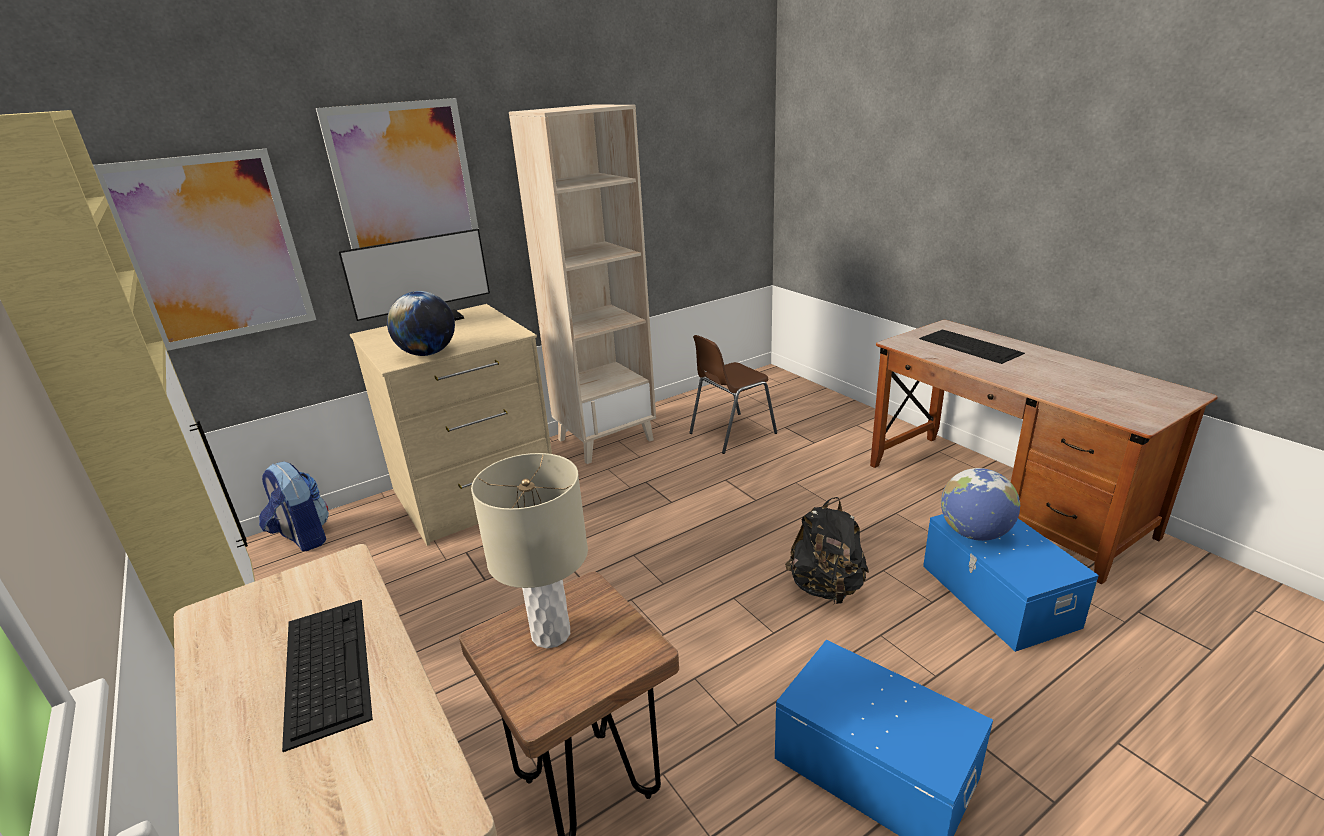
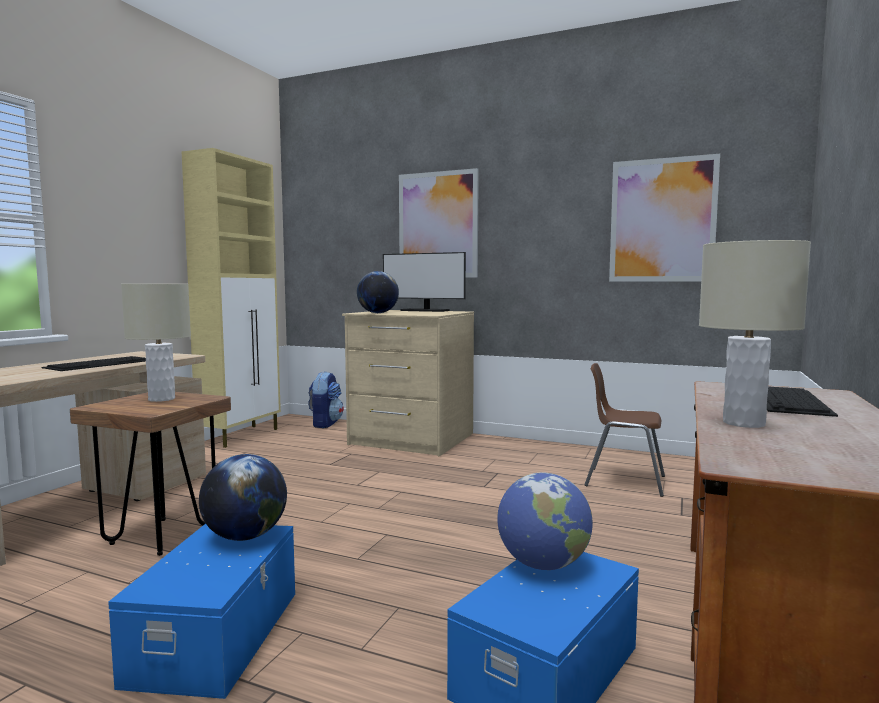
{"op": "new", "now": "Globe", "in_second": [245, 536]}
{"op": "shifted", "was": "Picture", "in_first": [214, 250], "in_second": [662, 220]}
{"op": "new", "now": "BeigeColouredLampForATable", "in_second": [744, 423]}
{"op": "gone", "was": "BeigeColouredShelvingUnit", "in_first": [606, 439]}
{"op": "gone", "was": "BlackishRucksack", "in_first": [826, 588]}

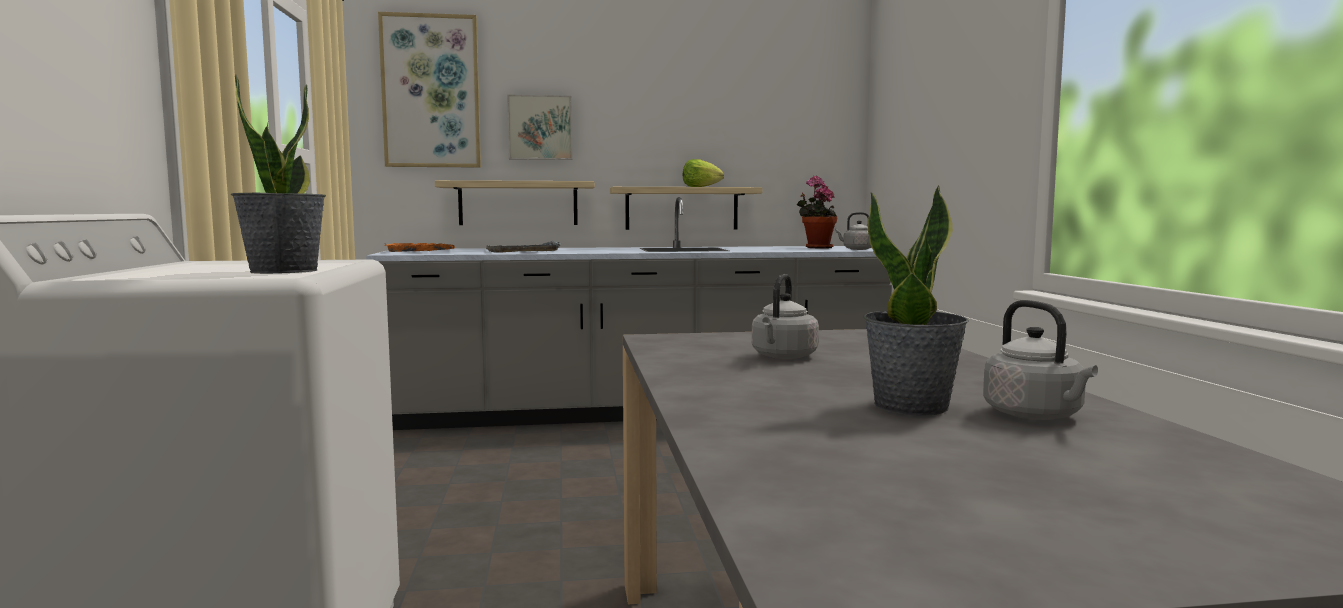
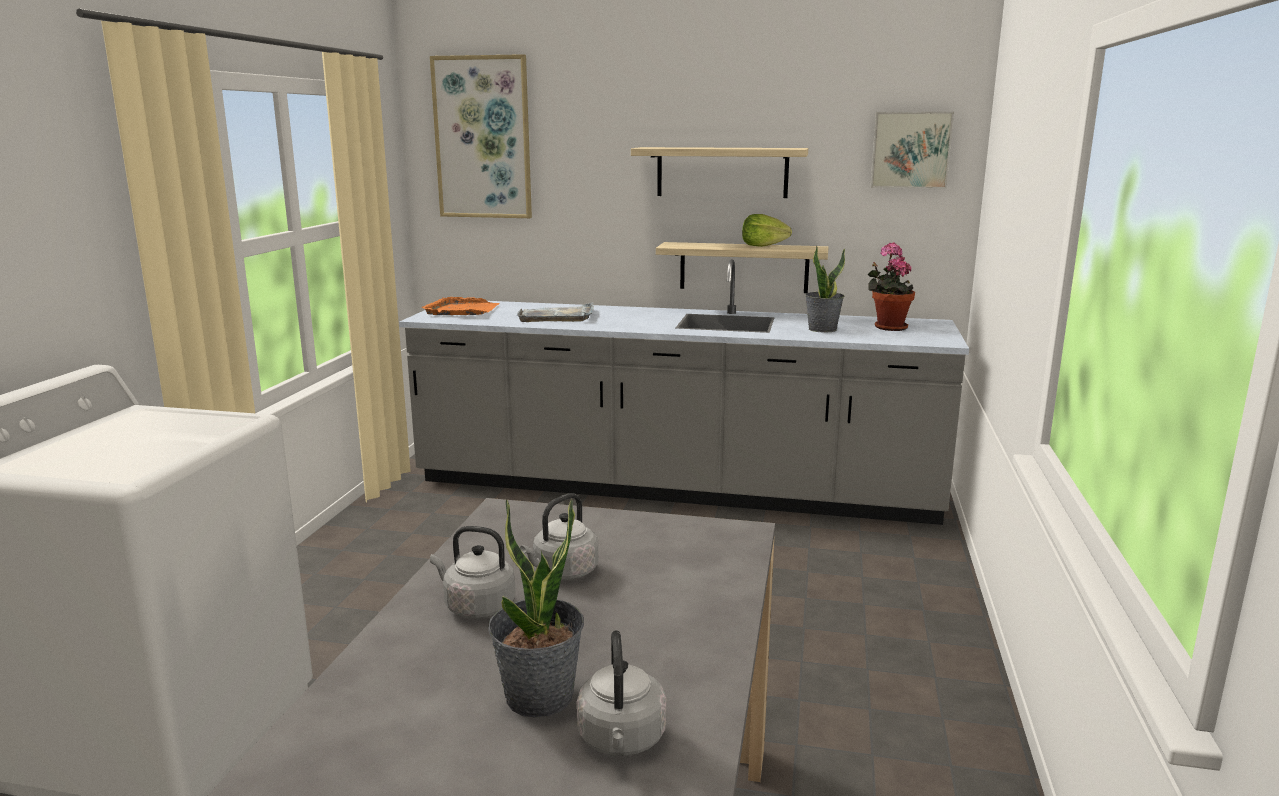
{"op": "shifted", "was": "GreyKettle", "in_first": [856, 249], "in_second": [476, 607]}
{"op": "shifted", "was": "BracketShelf", "in_first": [518, 203], "in_second": [722, 172]}
{"op": "shifted", "was": "PottedPlant", "in_first": [283, 271], "in_second": [822, 329]}
{"op": "shifted", "was": "Picture", "in_first": [540, 128], "in_second": [910, 150]}

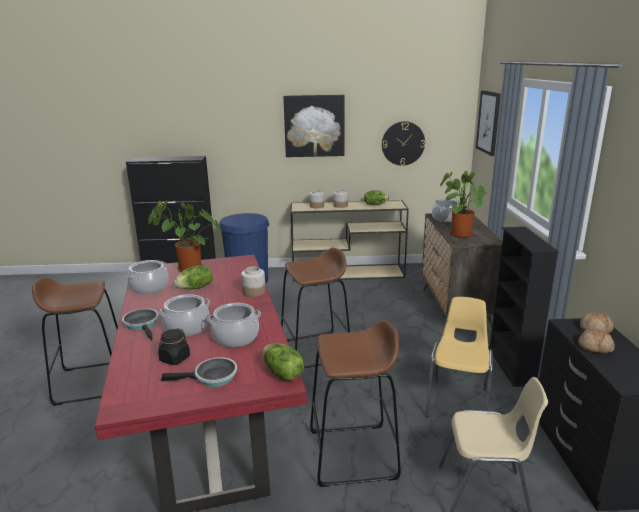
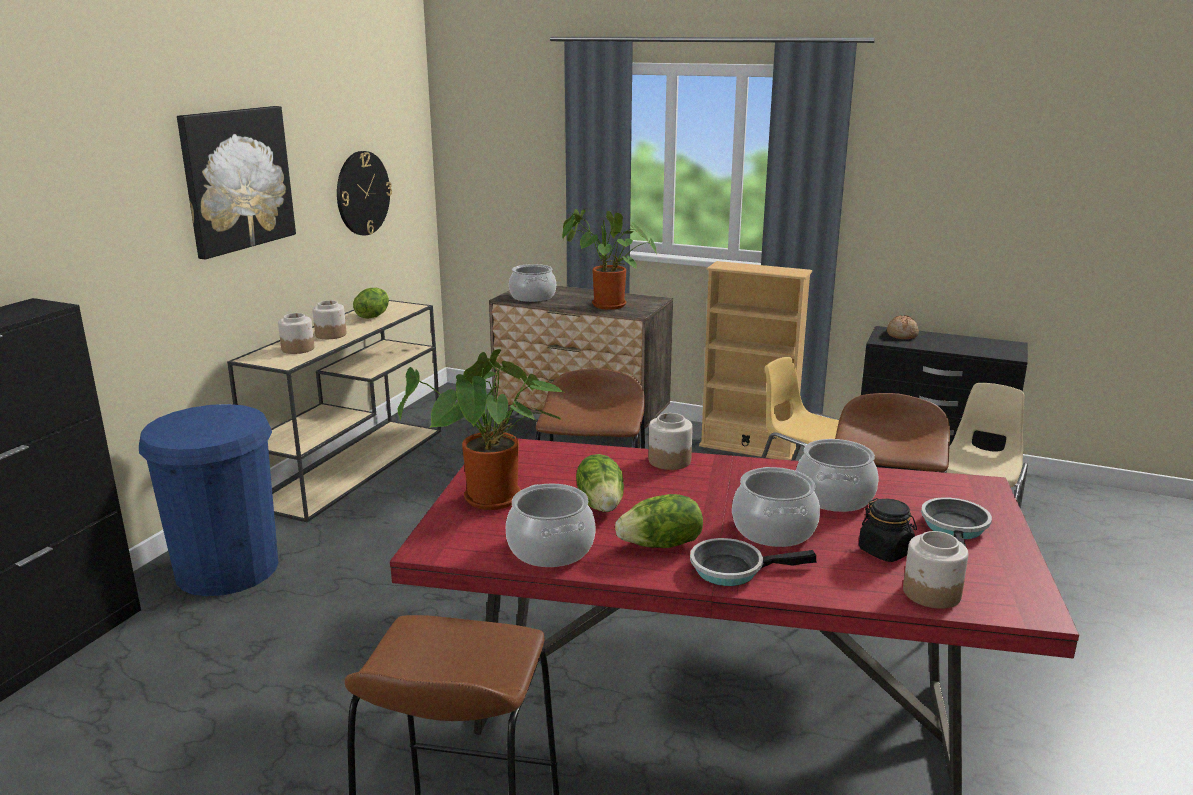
{"op": "shifted", "was": "Lettuce", "in_first": [282, 374], "in_second": [661, 545]}
{"op": "repainted", "was": "BlackishShelvingUnit", "now": "BeigeColouredShelvingUnit", "in_first": [511, 366], "in_second": [748, 448]}
{"op": "new", "now": "Jar", "in_second": [931, 593]}
{"op": "gone", "was": "Picture", "in_first": [488, 122]}
{"op": "gone", "was": "BakeryBread", "in_first": [595, 347]}

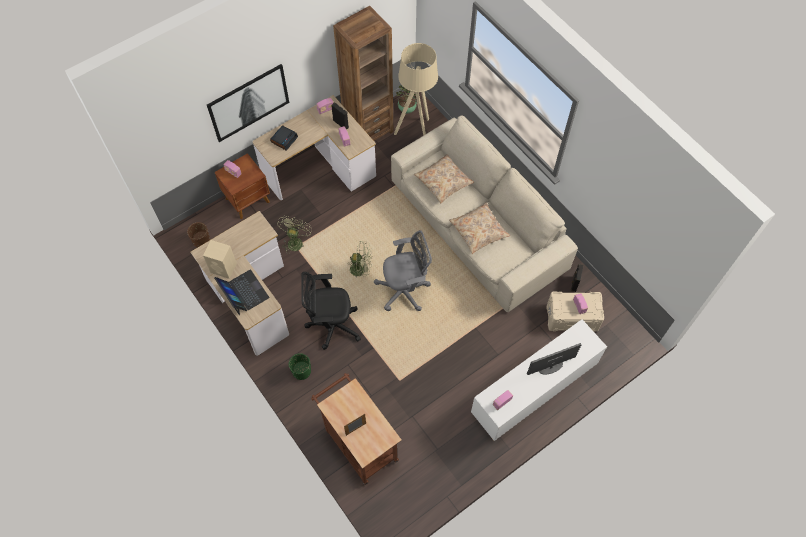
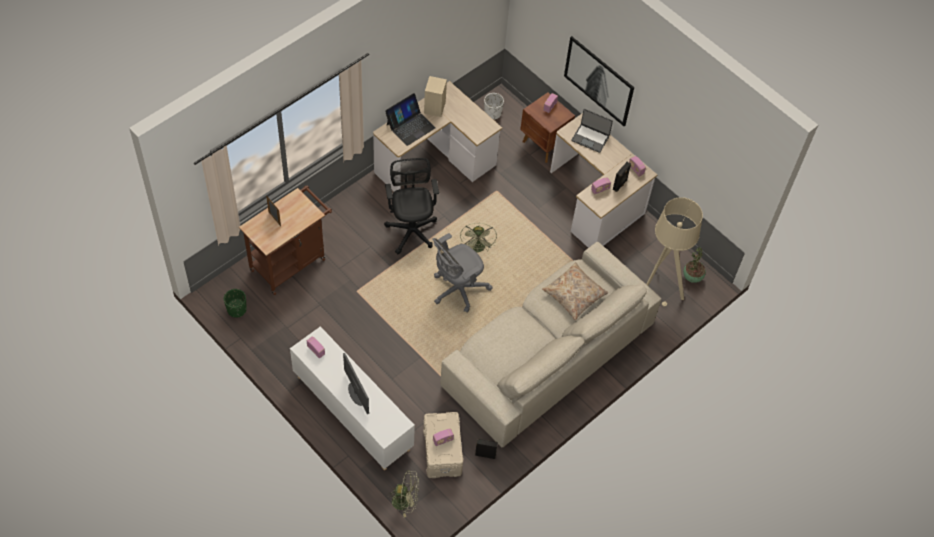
{"op": "shifted", "was": "GreenColouredPlantPot", "in_first": [301, 371], "in_second": [236, 309]}
{"op": "shifted", "was": "GreenColouredFan", "in_first": [295, 241], "in_second": [405, 501]}
{"op": "rotated", "was": "GreyOfficeChair", "in_first": [405, 290], "in_second": [457, 290], "clockwise": 75}
{"op": "repainted", "was": "BrownPlantPot", "now": "WhitePlantPot", "in_first": [201, 241], "in_second": [492, 113]}
{"op": "swapped", "was": "TableClock", "now": "PortableComputer", "in_first": [284, 139], "in_second": [590, 138]}
{"op": "gone", "was": "BrownShelvingUnit", "in_first": [368, 130]}
{"op": "gone", "was": "BeigeColouredCushion", "in_first": [478, 231]}

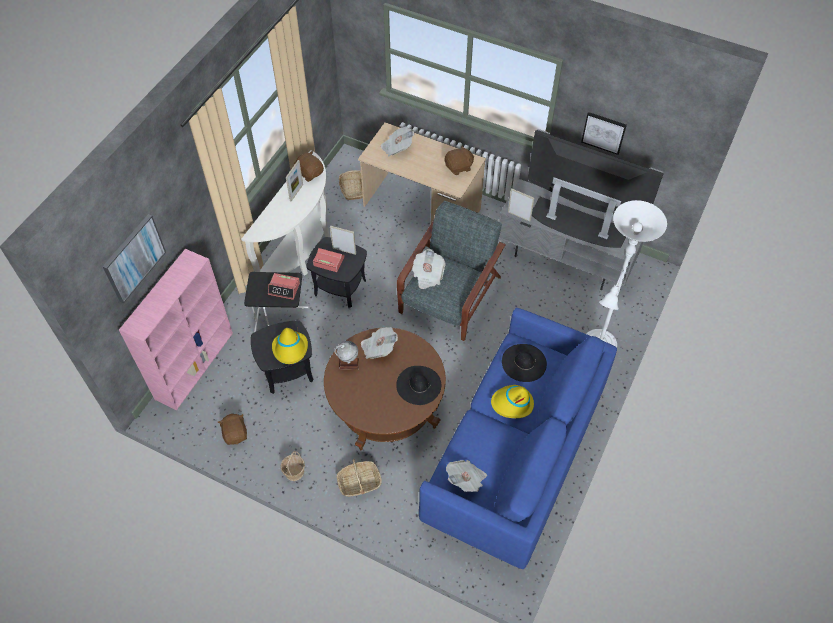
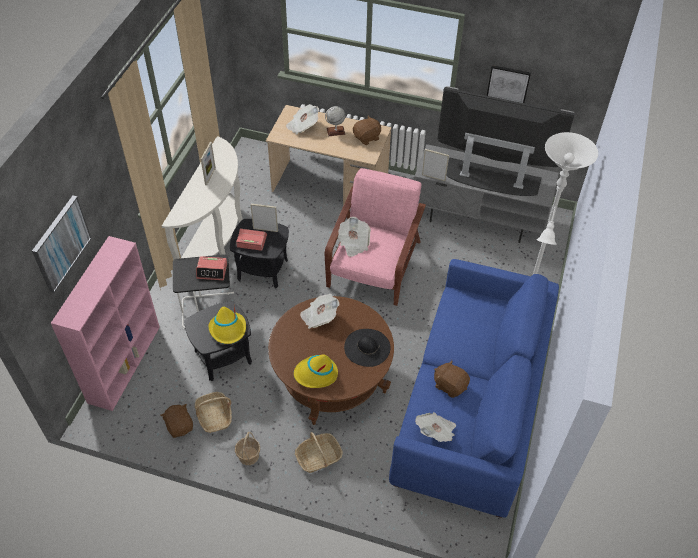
{"op": "shifted", "was": "StorageBasket", "in_first": [353, 189], "in_second": [214, 416]}
{"op": "shifted", "was": "YellowishWearableHat", "in_first": [512, 404], "in_second": [316, 374]}
{"op": "shifted", "was": "Globe", "in_first": [348, 363], "in_second": [335, 131]}
{"op": "repainted", "was": "GreyEasyChair", "now": "PinkEasyChair", "in_first": [449, 296], "in_second": [373, 266]}
{"op": "shifted", "was": "BrownSoftToy", "in_first": [310, 173], "in_second": [450, 385]}
{"op": "gone", "was": "BlackishWearableHat", "in_first": [524, 363]}

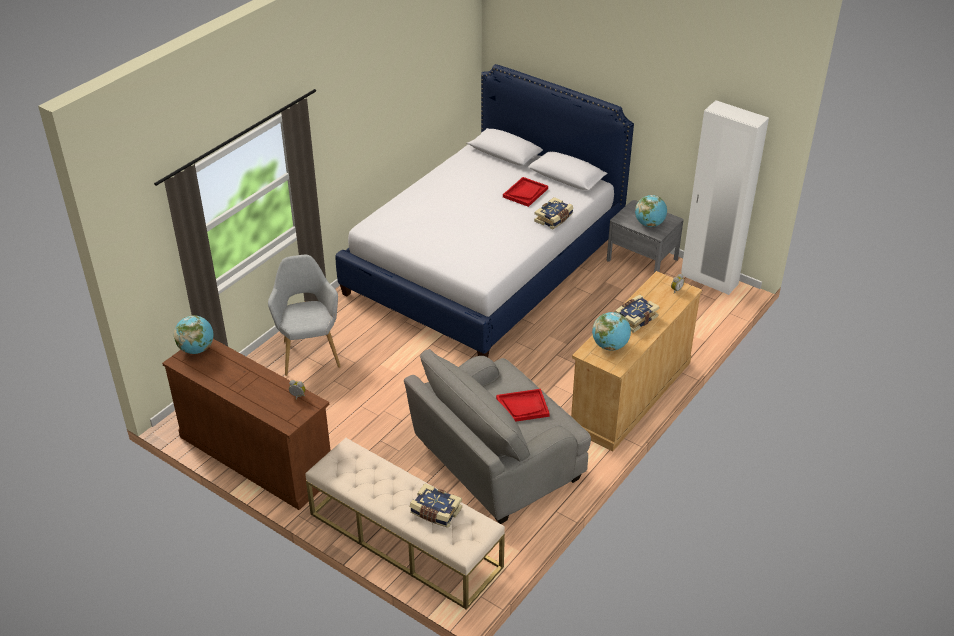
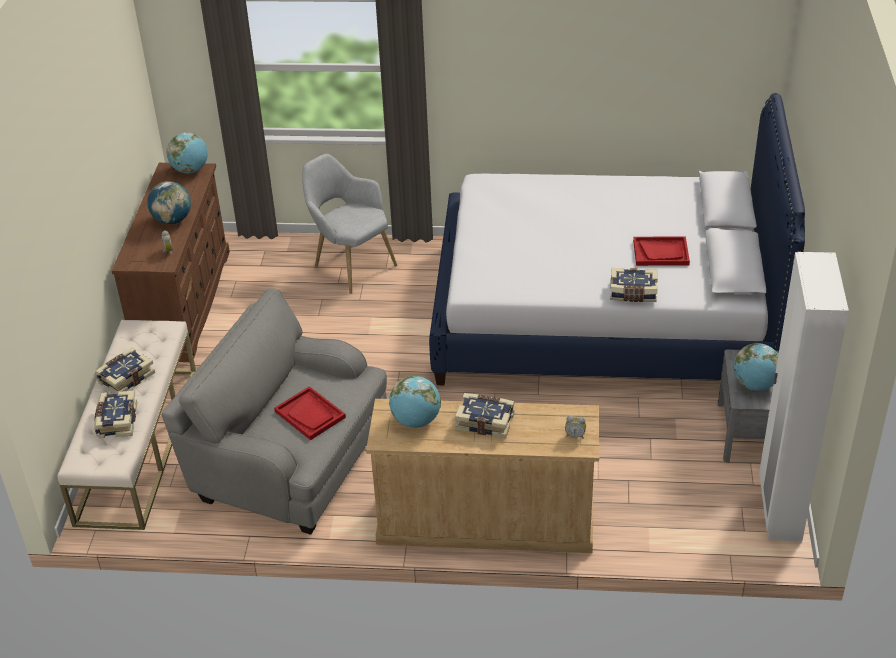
{"op": "new", "now": "BoundBook", "in_second": [125, 378]}
{"op": "new", "now": "Globe", "in_second": [172, 220]}
{"op": "rotated", "was": "GreyEasyChair", "in_first": [309, 351], "in_second": [350, 265], "clockwise": -90}

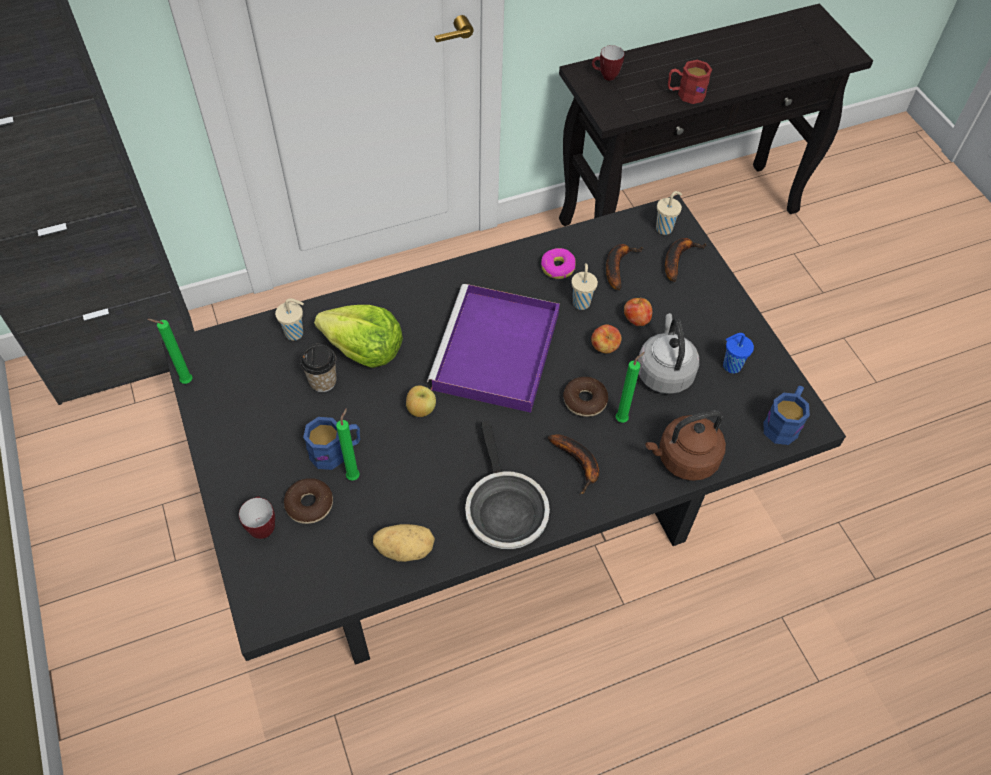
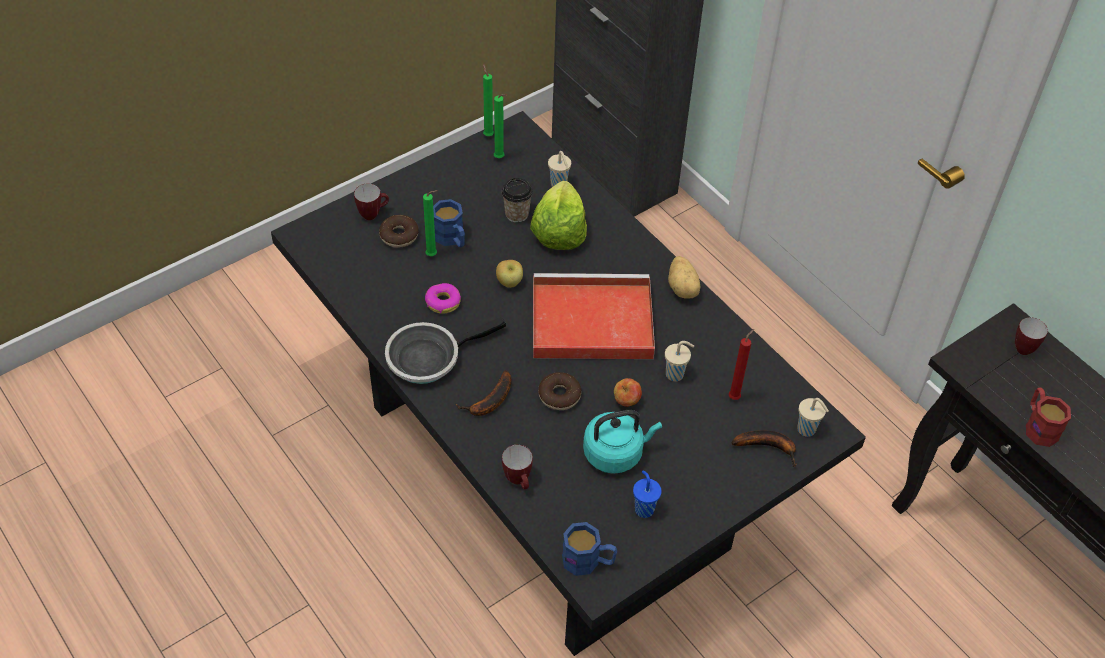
{"op": "shifted", "was": "RingDoughnut", "in_first": [557, 268], "in_second": [443, 302]}
{"op": "shifted", "was": "GreenColouredWaxCandle", "in_first": [623, 419], "in_second": [500, 158]}
{"op": "swapped", "was": "BrownKettle", "now": "TeaMug", "in_first": [684, 459], "in_second": [519, 481]}
{"op": "repainted", "was": "PurplishTray", "now": "RedTray", "in_first": [496, 353], "in_second": [589, 321]}
{"op": "repainted", "was": "GreyKettle", "now": "BlueGreenKettle", "in_first": [664, 371], "in_second": [616, 453]}
{"op": "shifted", "was": "Potato", "in_first": [405, 548], "in_second": [683, 288]}
{"op": "swapped", "was": "BananaFruit", "now": "RedWaxCandle", "in_first": [617, 266], "in_second": [735, 396]}
{"op": "gone", "was": "WholeApple", "in_first": [636, 320]}

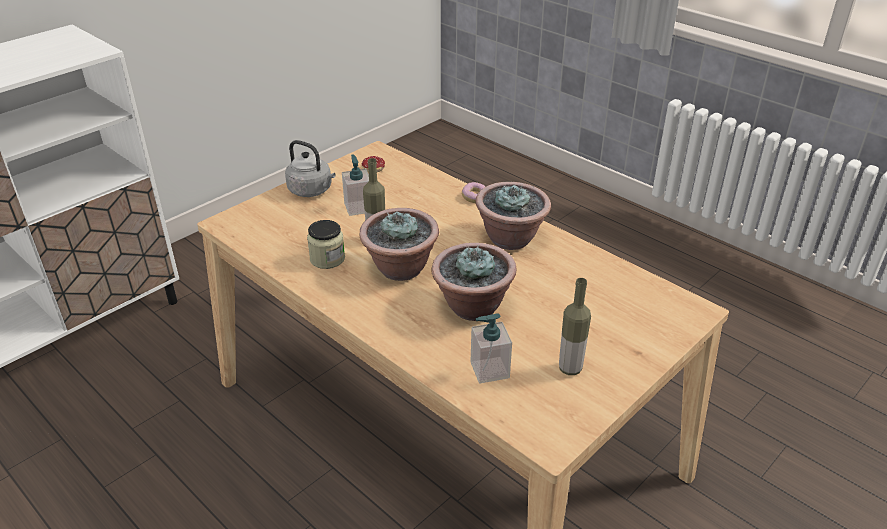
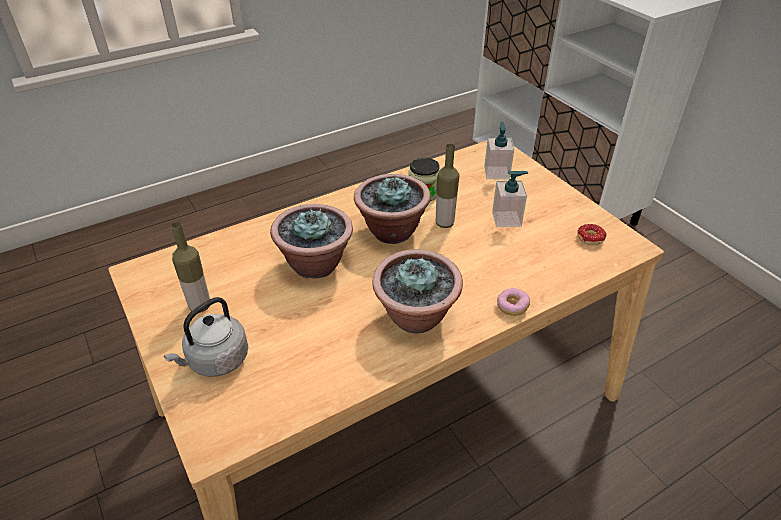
{"op": "shifted", "was": "GreyKettle", "in_first": [312, 191], "in_second": [215, 361]}
{"op": "shifted", "was": "LiquidSoapBottle", "in_first": [489, 370], "in_second": [496, 172]}

